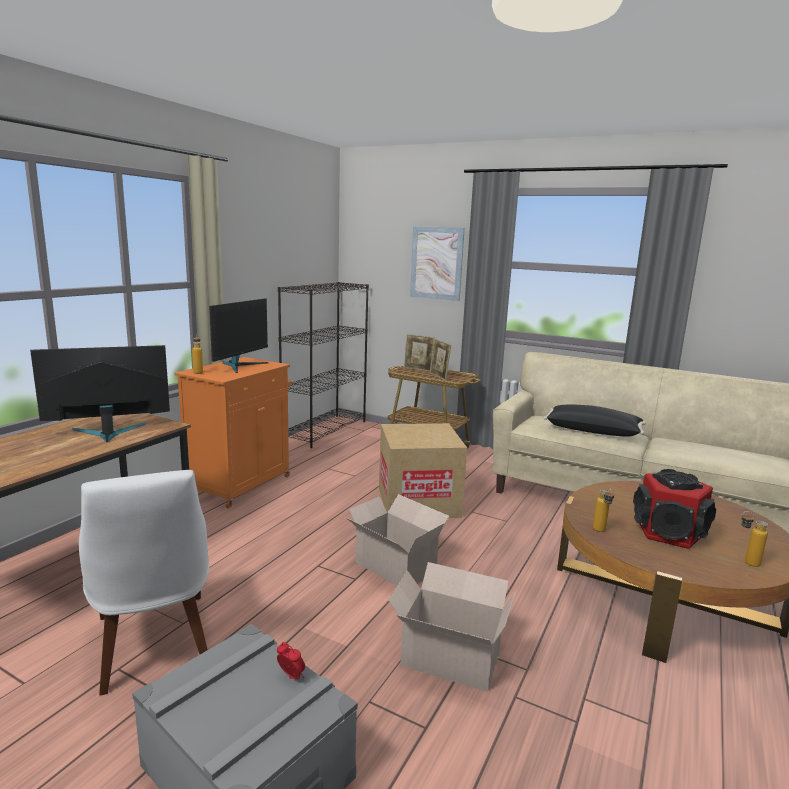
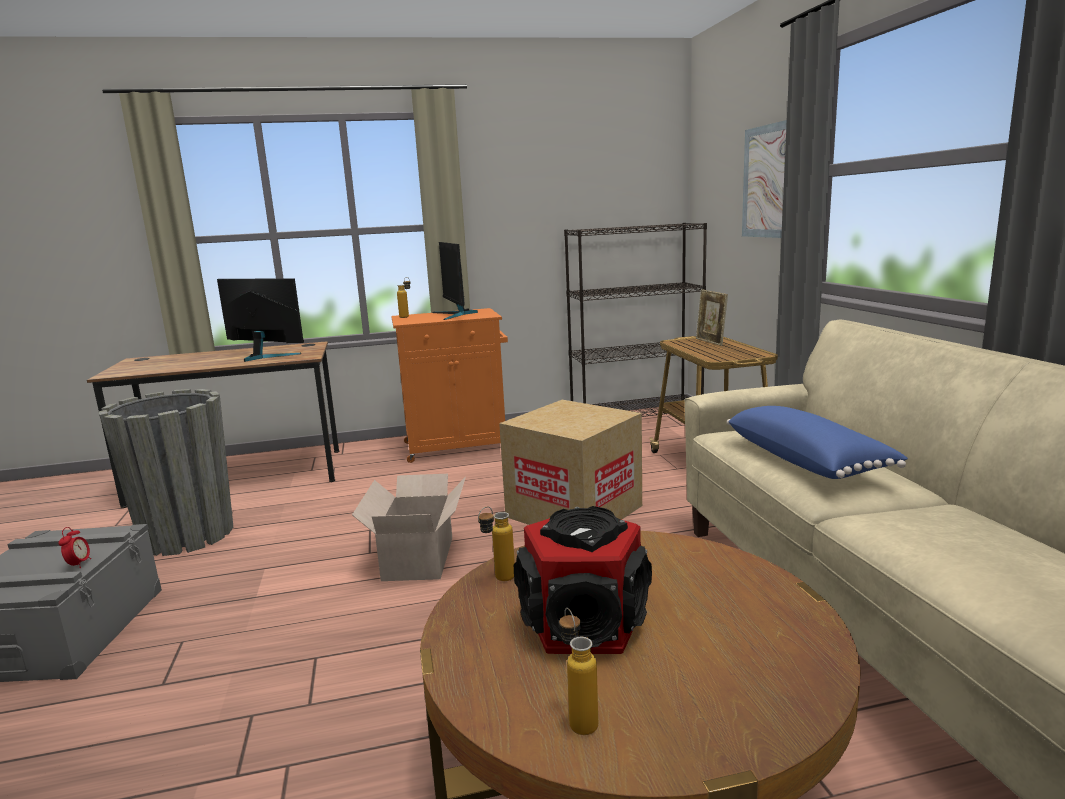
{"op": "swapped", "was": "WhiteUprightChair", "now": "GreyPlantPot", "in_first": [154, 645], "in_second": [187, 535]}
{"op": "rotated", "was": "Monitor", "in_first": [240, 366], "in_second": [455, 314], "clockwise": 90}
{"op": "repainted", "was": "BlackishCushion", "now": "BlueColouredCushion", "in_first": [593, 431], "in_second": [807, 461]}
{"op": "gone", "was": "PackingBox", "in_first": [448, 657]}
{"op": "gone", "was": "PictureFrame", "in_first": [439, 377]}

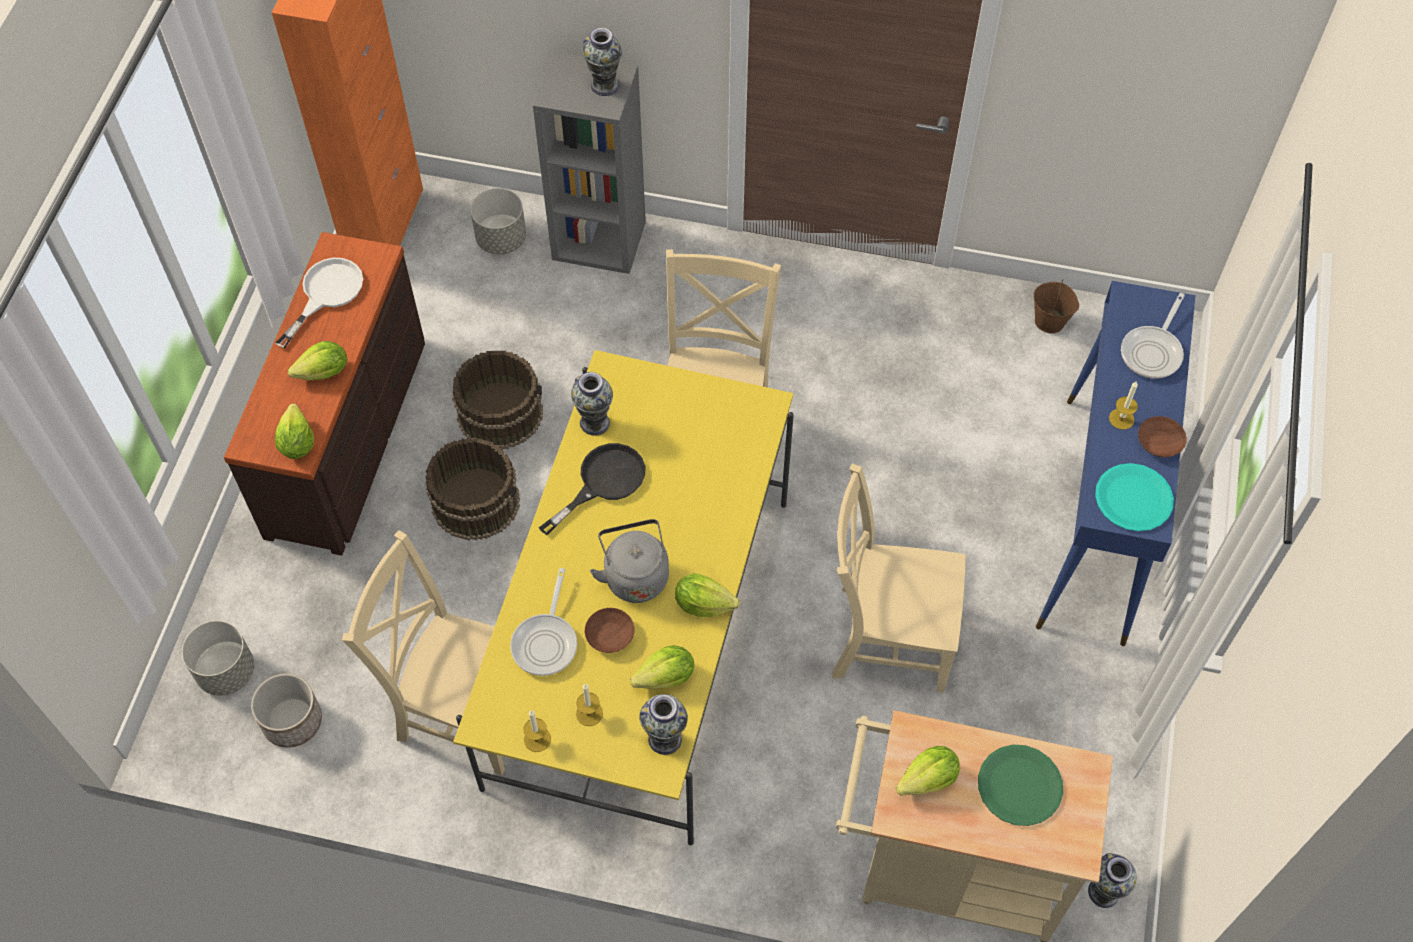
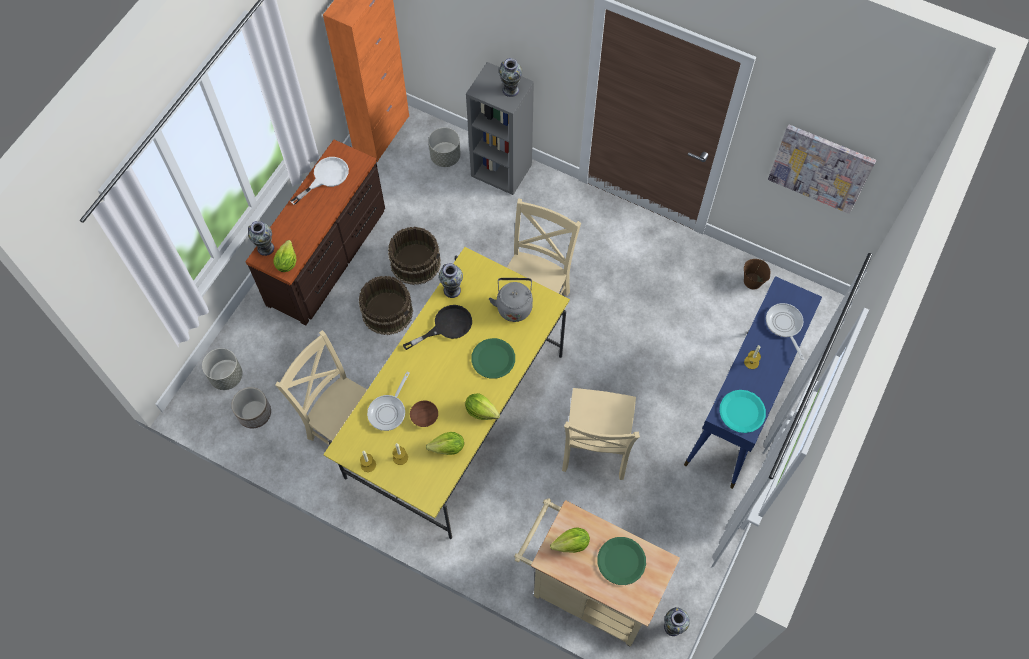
{"op": "shifted", "was": "Vase", "in_first": [664, 739], "in_second": [265, 248]}
{"op": "new", "now": "GreenColouredPlate", "in_second": [493, 359]}
{"op": "shifted", "was": "GreyKettle", "in_first": [635, 575], "in_second": [514, 306]}
{"op": "rotated", "was": "BeigeColouredUprightChair", "in_first": [886, 637], "in_second": [595, 448], "clockwise": -105}
{"op": "rotated", "was": "Skillet", "in_first": [1153, 351], "in_second": [784, 325], "clockwise": 120}
{"op": "new", "now": "Picture", "in_second": [820, 168]}
{"op": "gone", "was": "Lettuce", "in_first": [324, 373]}
{"op": "gone", "was": "BrownDeepDish", "in_first": [1158, 443]}

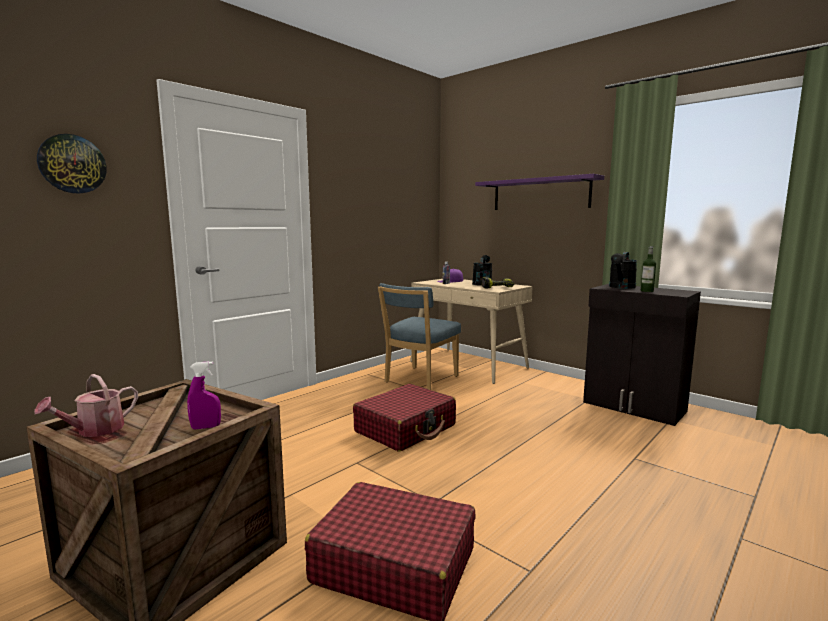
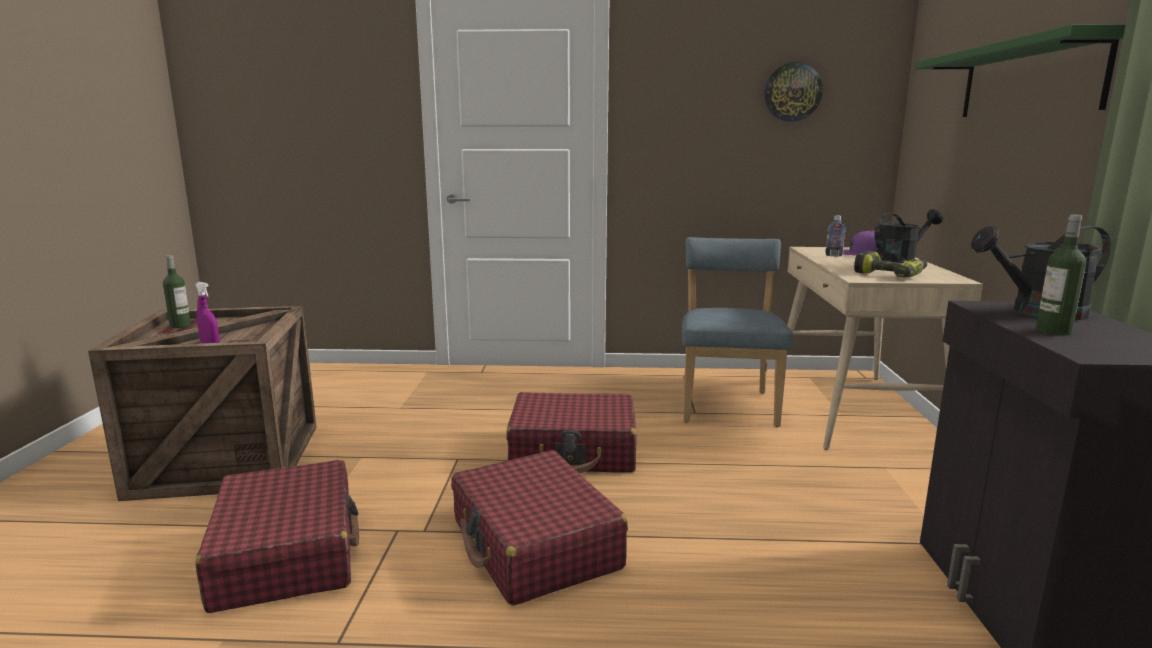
{"op": "swapped", "was": "SprinklingCan", "now": "Bottle", "in_first": [95, 431], "in_second": [180, 325]}
{"op": "new", "now": "RedPieceOfLuggage", "in_second": [535, 545]}
{"op": "rotated", "was": "BlueColouredUprightChair", "in_first": [419, 380], "in_second": [727, 404], "clockwise": 105}
{"op": "shifted", "was": "ClockOnTheWall", "in_first": [72, 164], "in_second": [792, 92]}
{"op": "repainted", "was": "PurplishBracketShelf", "now": "GreenColouredBracketShelf", "in_first": [540, 194], "in_second": [1028, 80]}

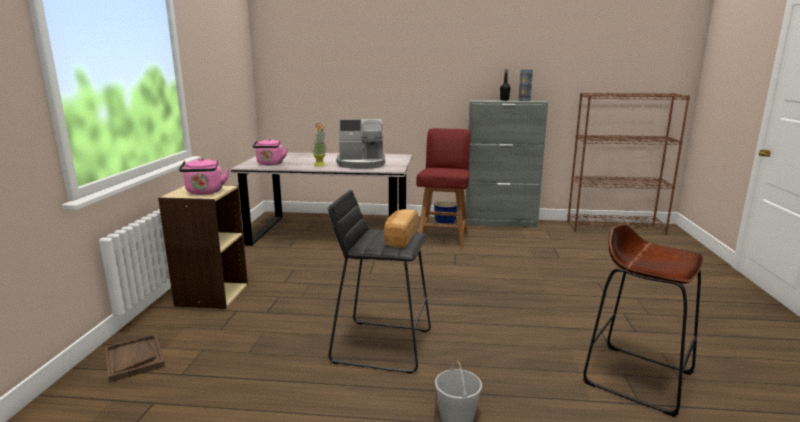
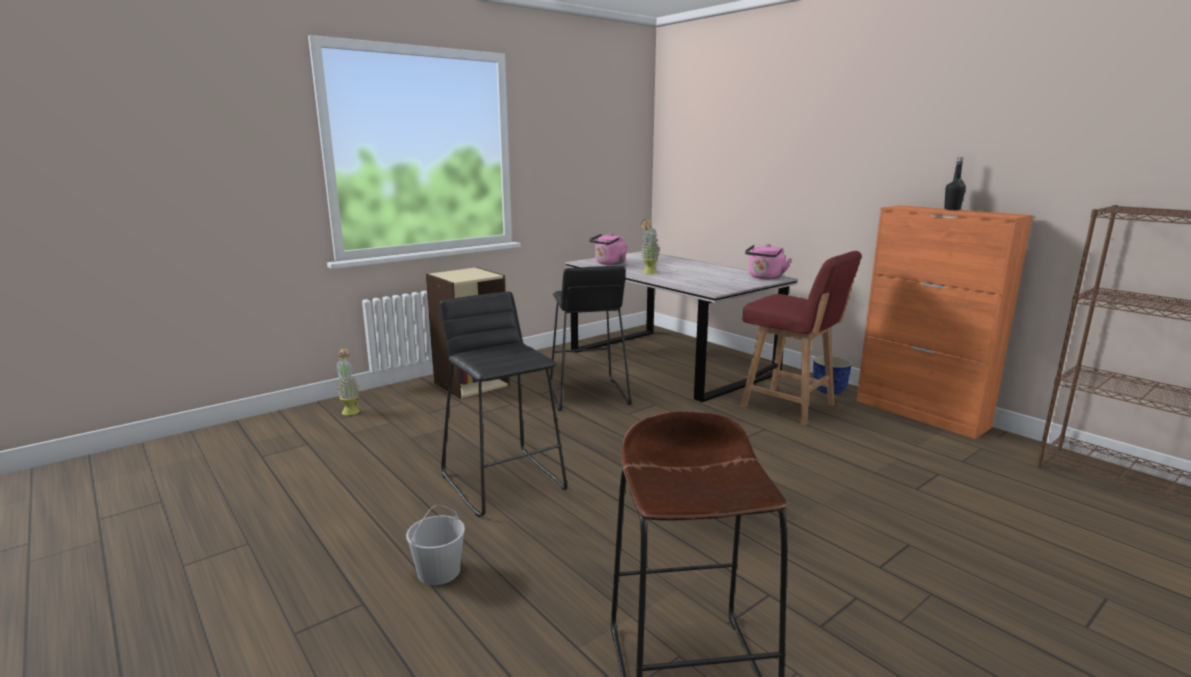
{"op": "swapped", "was": "BrownTray", "now": "PottedPlant", "in_first": [134, 359], "in_second": [350, 410]}
{"op": "new", "now": "BlackishStool", "in_second": [587, 395]}
{"op": "rotated", "was": "RedUprightChair", "in_first": [443, 238], "in_second": [790, 406], "clockwise": 75}
{"op": "shifted", "was": "PinkKettle", "in_first": [205, 192], "in_second": [765, 277]}
{"op": "repainted", "was": "GreyStorageCabinet", "now": "OrangeStorageCabinet", "in_first": [500, 222], "in_second": [921, 414]}
{"op": "gone", "was": "CoffeeMachine", "in_first": [361, 164]}
{"op": "gone", "was": "BakeryBread", "in_first": [400, 239]}
{"op": "gone", "was": "Vase", "in_first": [524, 100]}

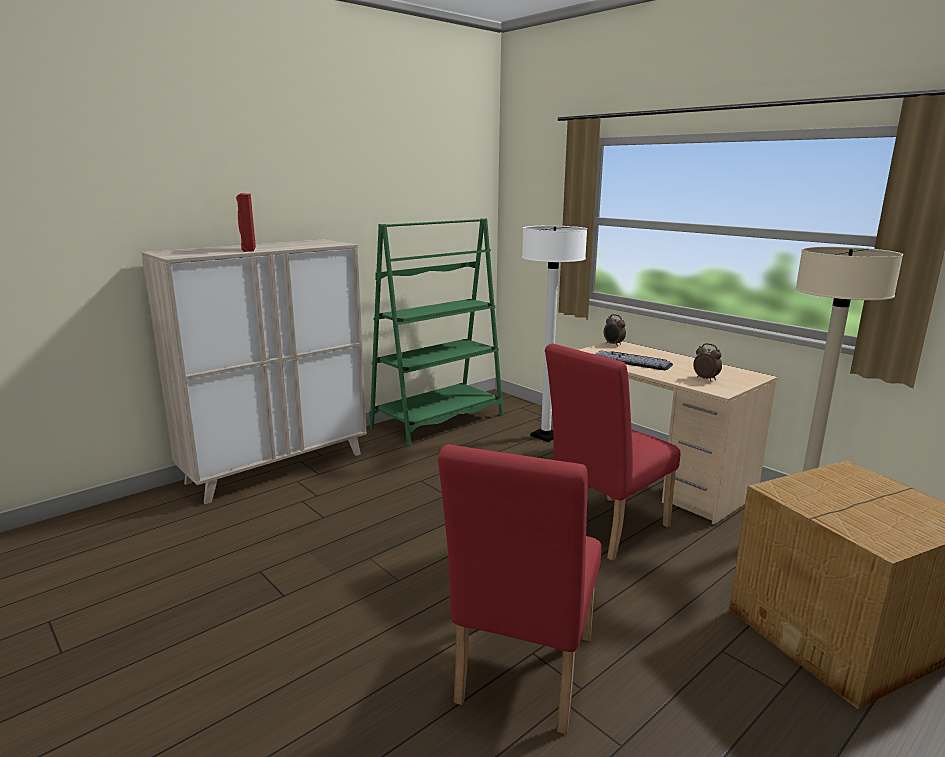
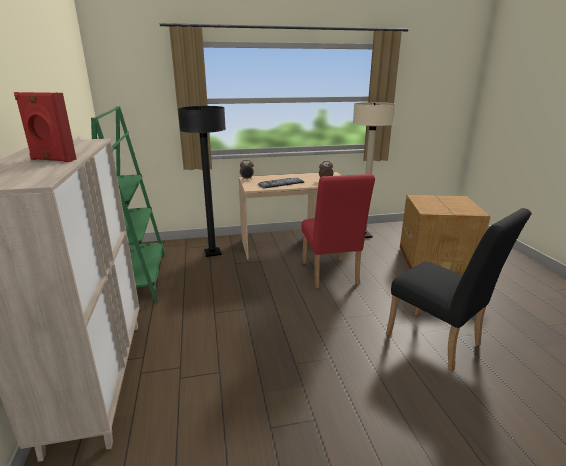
{"op": "repainted", "was": "WhiteStandardLamp", "now": "BlackishStandardLamp", "in_first": [545, 436], "in_second": [212, 253]}
{"op": "repainted", "was": "RedUprightChair", "now": "BlackishUprightChair", "in_first": [521, 677], "in_second": [439, 343]}

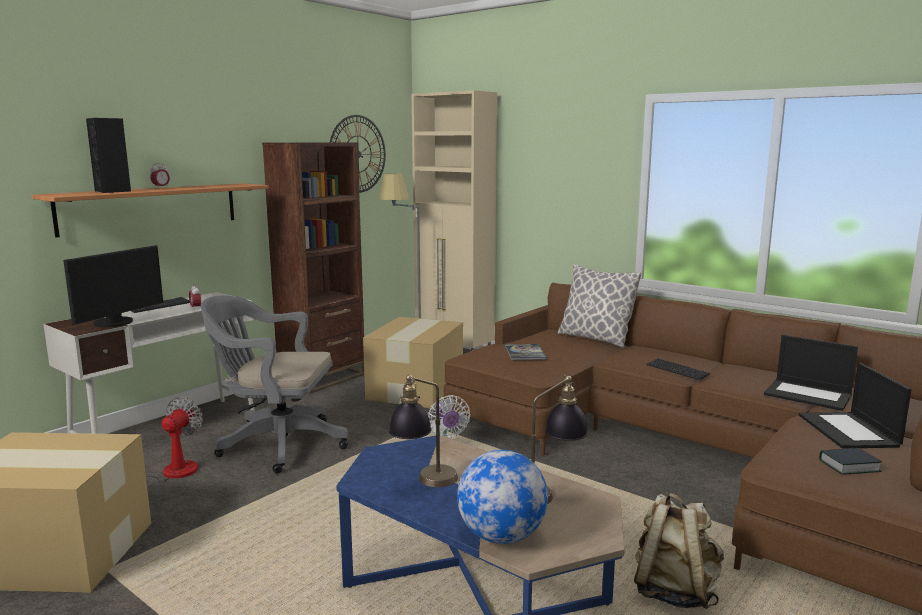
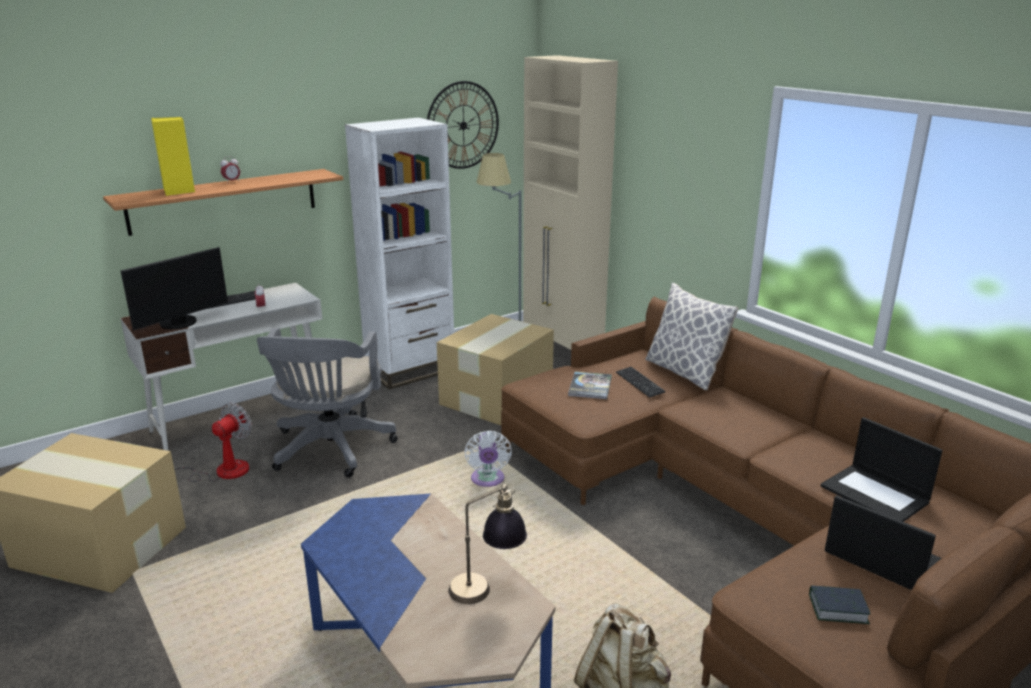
{"op": "repainted", "was": "BlackishSpeaker", "now": "YellowishSpeaker", "in_first": [113, 191], "in_second": [179, 191]}
{"op": "rotated", "was": "GreyOfficeChair", "in_first": [276, 444], "in_second": [330, 450], "clockwise": -105}
{"op": "repainted", "was": "BrownShelvingUnit", "now": "WhiteShelvingUnit", "in_first": [322, 378], "in_second": [410, 370]}
{"op": "shifted", "was": "ComputerKeyboard", "in_first": [677, 370], "in_second": [640, 383]}
{"op": "rotated", "was": "PortableComputer", "in_first": [849, 431], "in_second": [881, 557], "clockwise": 120}
{"op": "gone", "was": "LampForATable", "in_first": [424, 483]}
{"op": "gone", "was": "Globe", "in_first": [501, 536]}

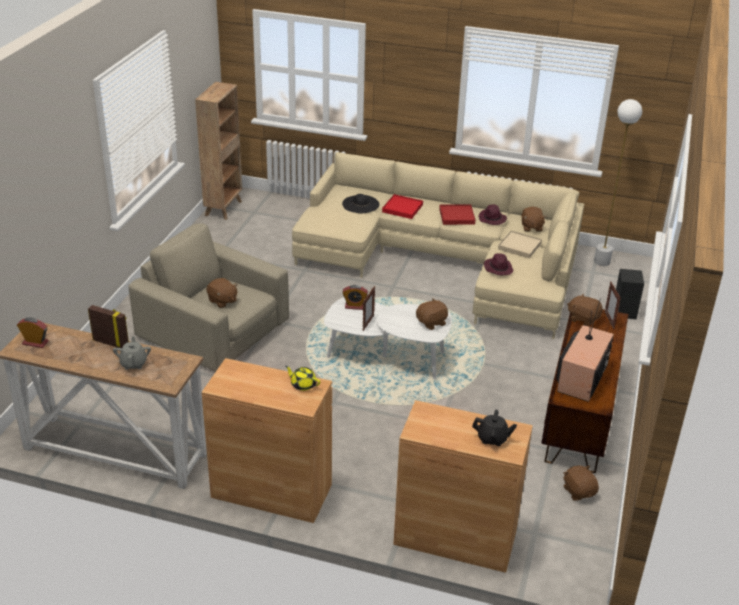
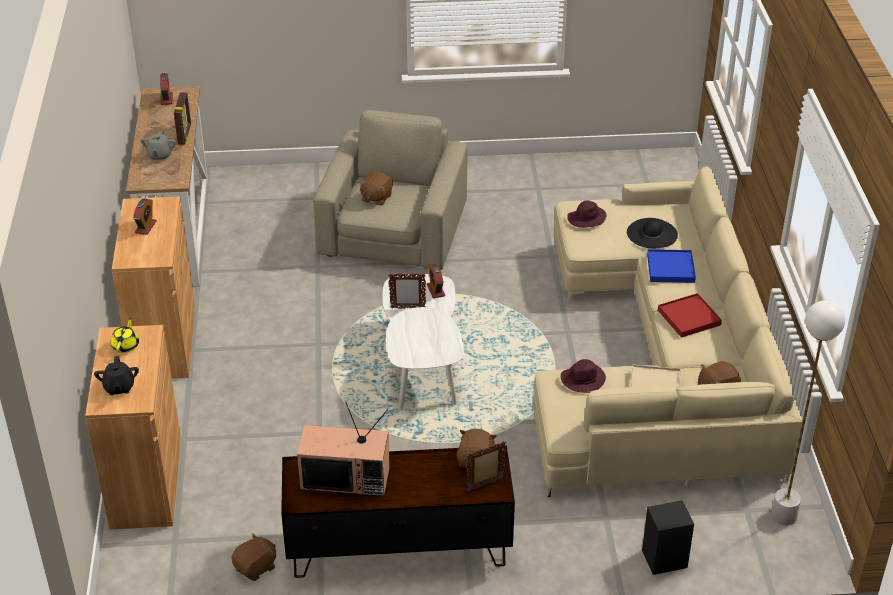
{"op": "shifted", "was": "YellowishTeaPot", "in_first": [303, 384], "in_second": [126, 345]}
{"op": "new", "now": "TableClock", "in_second": [145, 227]}
{"op": "rotated", "was": "GreyTeaPot", "in_first": [134, 363], "in_second": [160, 155], "clockwise": 120}
{"op": "shifted", "was": "PurplishWearableHat", "in_first": [492, 219], "in_second": [586, 219]}
{"op": "repainted", "was": "RedTray", "now": "BlueColouredTray", "in_first": [402, 208], "in_second": [670, 268]}
{"op": "gone", "was": "BrownShelvingUnit", "in_first": [224, 208]}
{"op": "gone", "was": "BrownSoftToy", "in_first": [432, 323]}

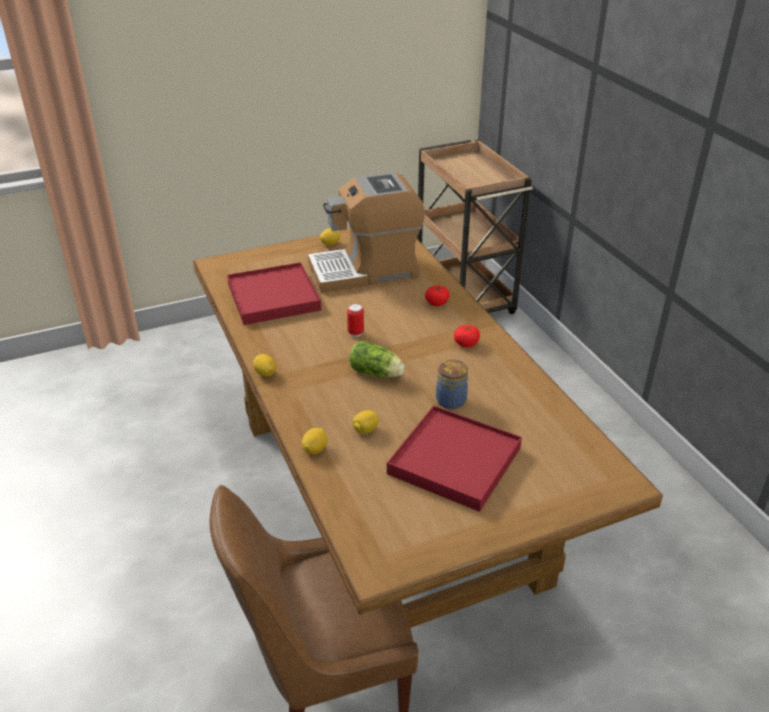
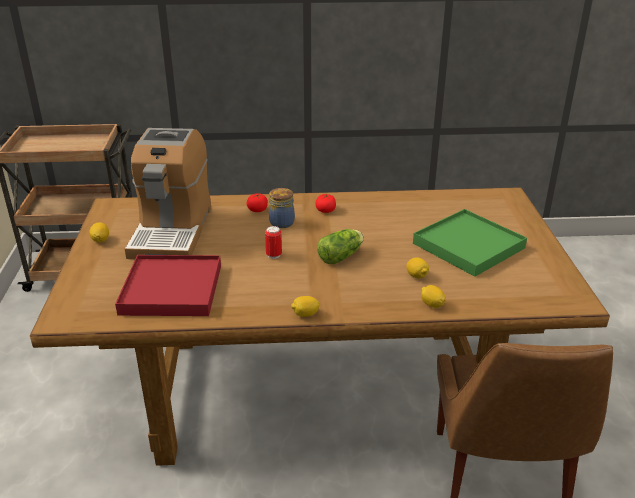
{"op": "shifted", "was": "Jar", "in_first": [451, 400], "in_second": [281, 222]}
{"op": "repainted", "was": "RedTray", "now": "GreenColouredTray", "in_first": [454, 461], "in_second": [469, 246]}

